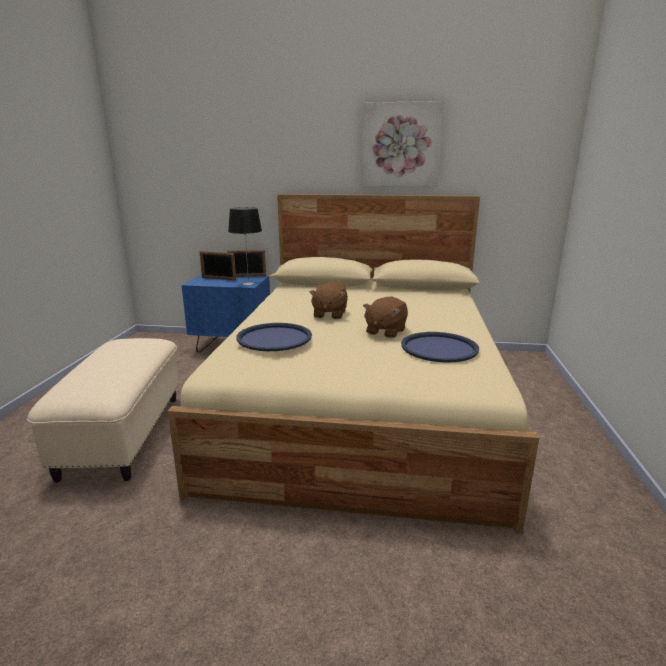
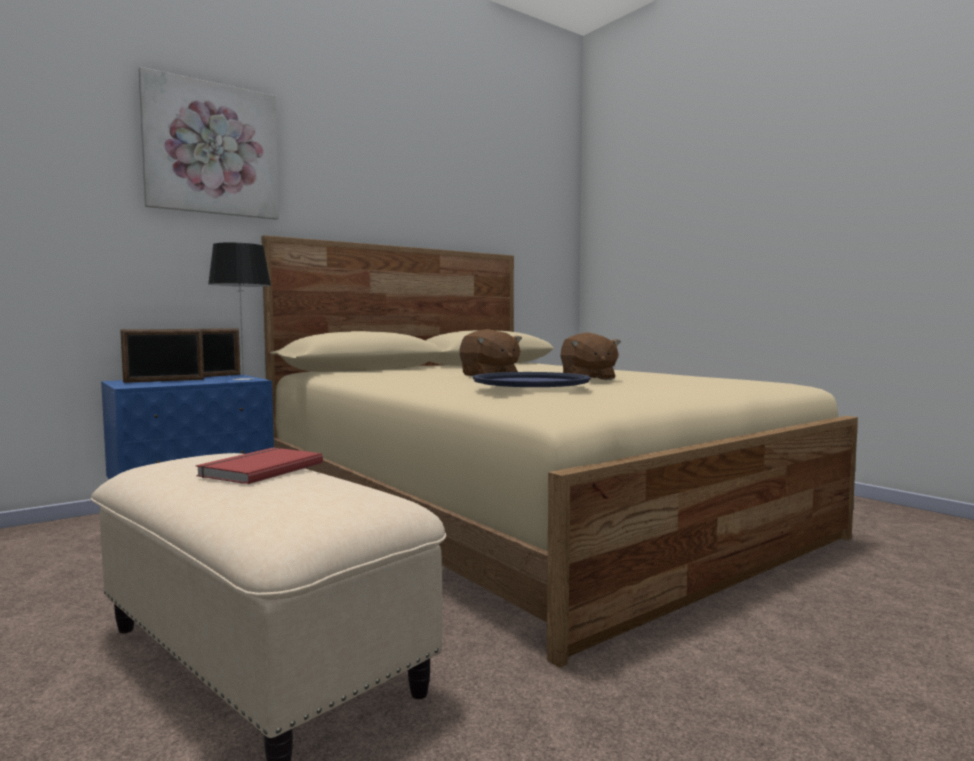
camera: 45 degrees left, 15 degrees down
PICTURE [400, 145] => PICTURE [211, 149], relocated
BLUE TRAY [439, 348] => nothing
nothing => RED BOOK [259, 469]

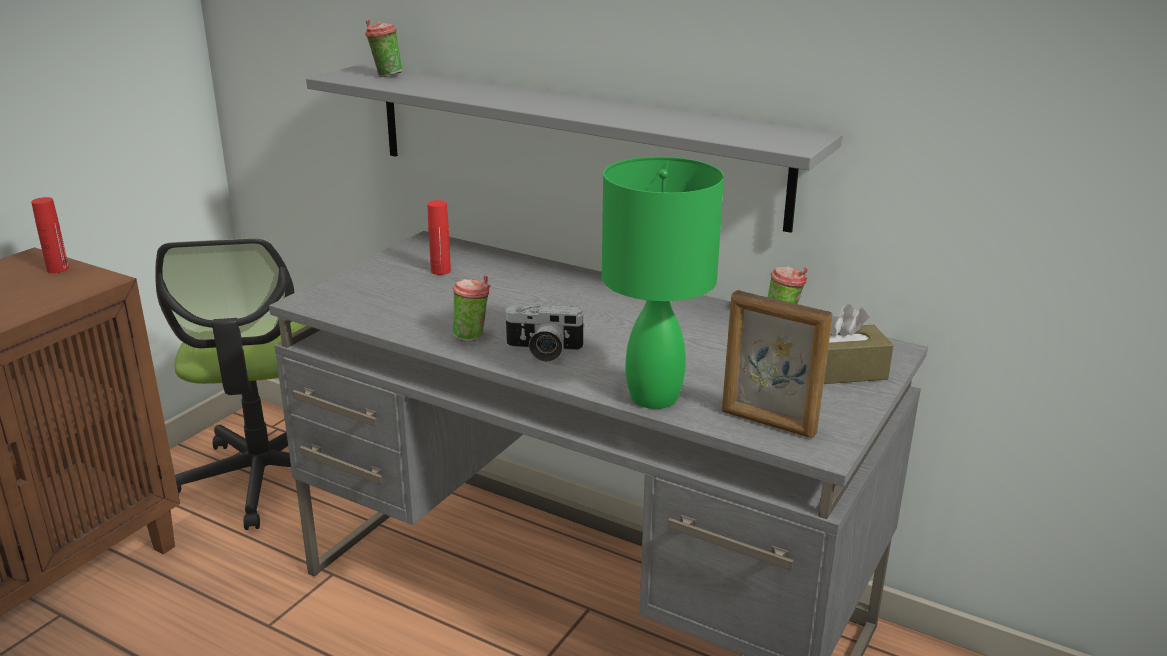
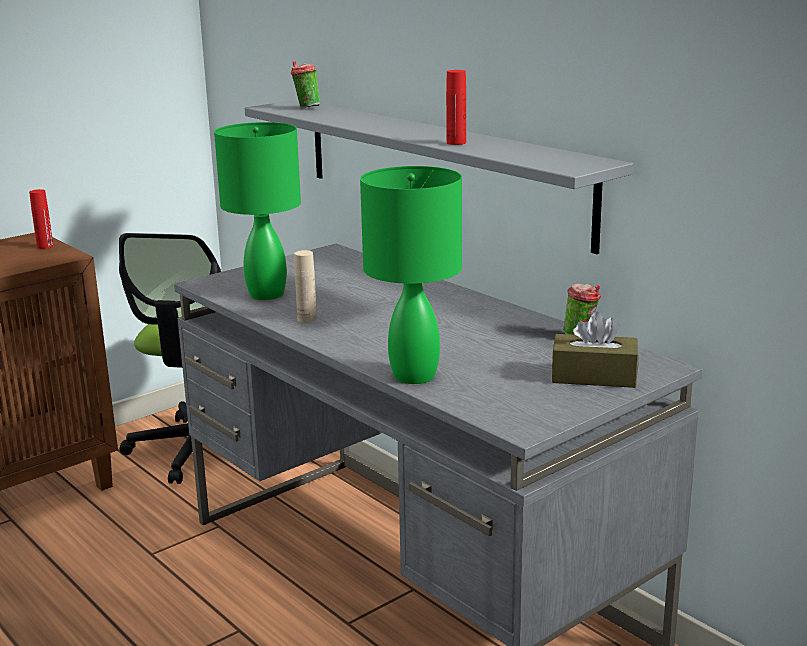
camera: 20 degrees right, 5 degrees down
RED BOTTLE [440, 271] => RED BOTTLE [456, 143], relocated
CUP [472, 336] => BEIGE BOTTLE [307, 319]
PICTURE FRAME [768, 423] => nothing
PHOTO CAMERA [543, 351] => nothing
nothing => GREEN TABLE LAMP [265, 294]

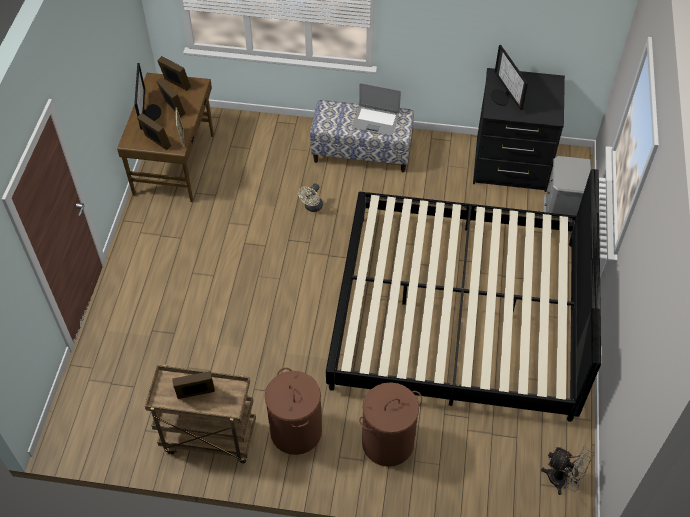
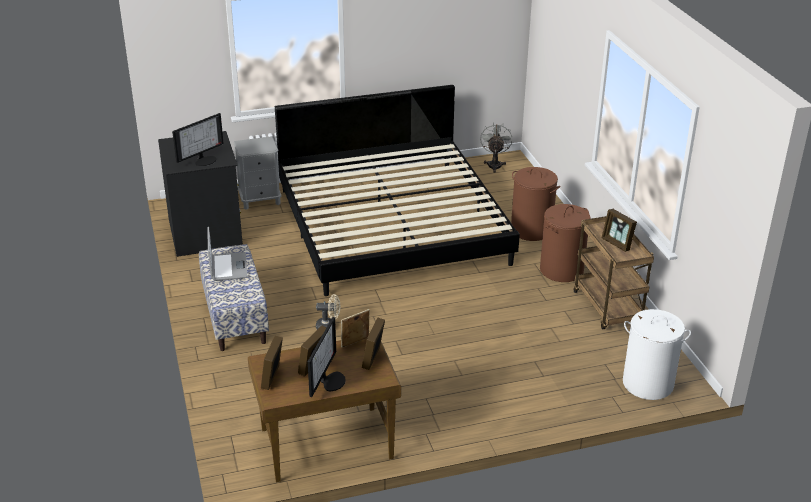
camera: 115 degrees left, 20 degrees down
MONITOR [150, 112] => MONITOR [331, 381], 135 degrees clockwise
nothing => WHITE LAUNDRY BASKET [647, 384]

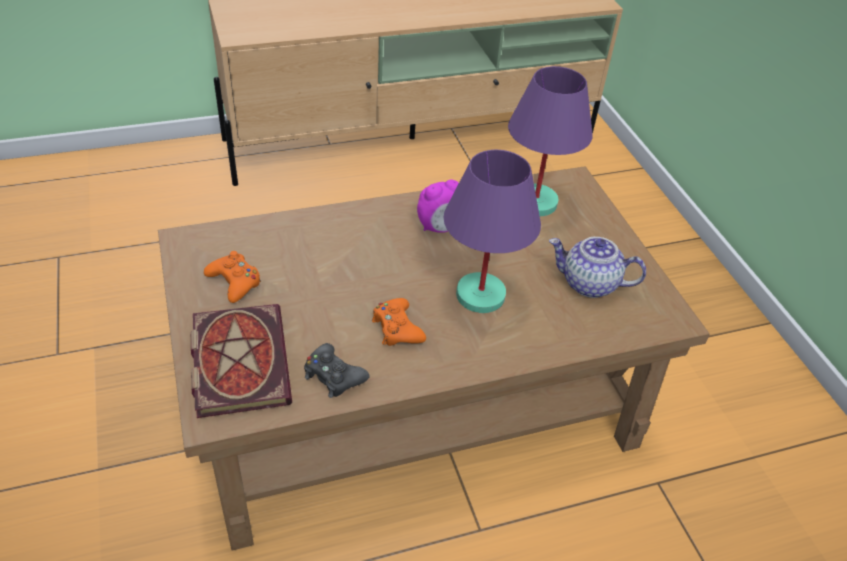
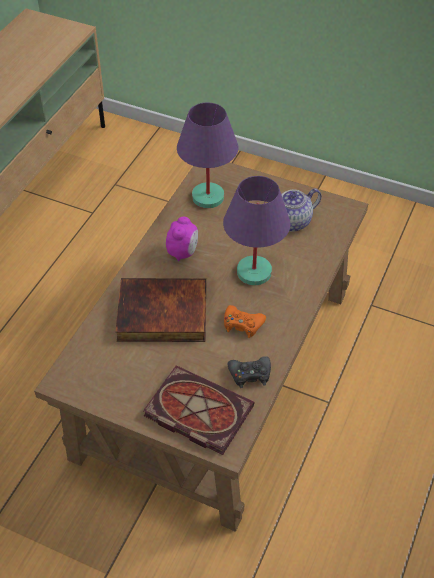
camera: 45 degrees left, 5 degrees up
ORANGE GAME CONTROLLER [235, 282] => nothing
nothing => BOOK [161, 315]

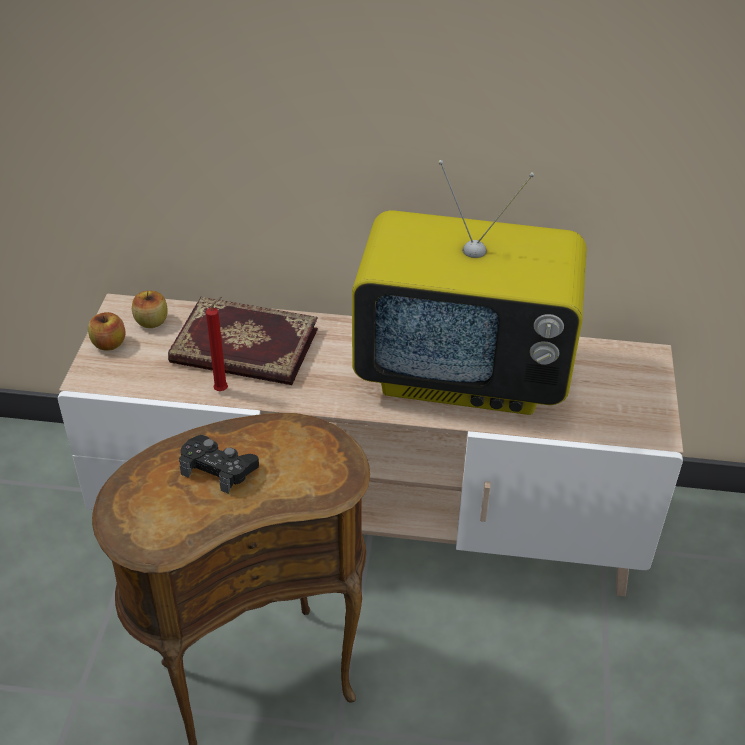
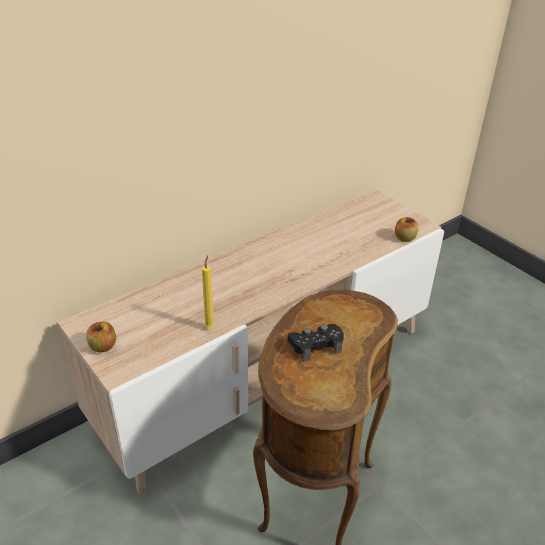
camera: 45 degrees left, 5 degrees down
TELEVISION [465, 373] => nothing
APPLE [151, 322] => APPLE [404, 238], relocated
BOOK [244, 348] => nothing
RED CANDLE [223, 389] => YELLOW CANDLE [210, 327]

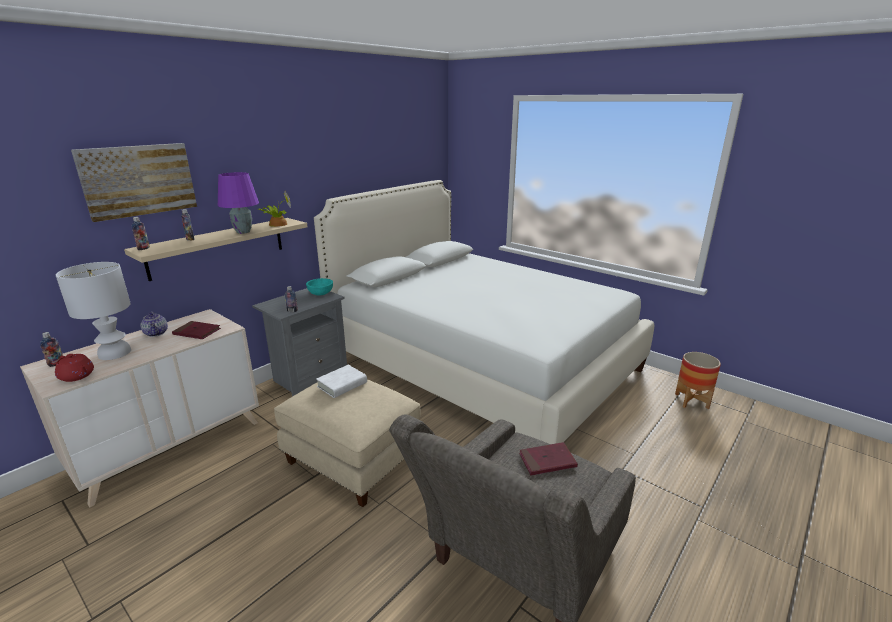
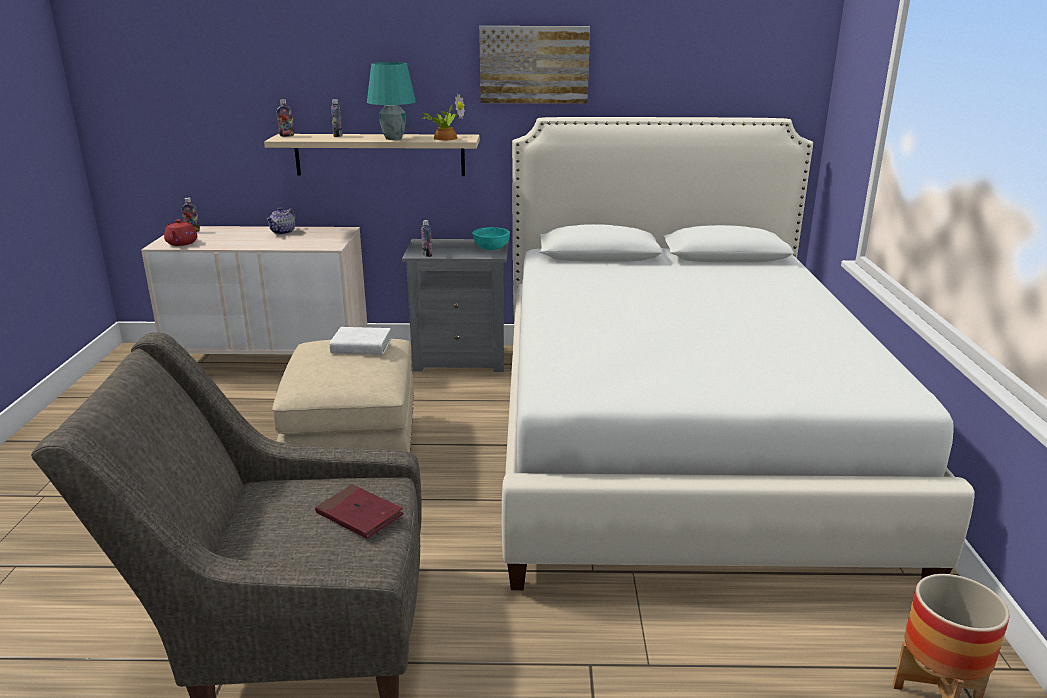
camera: 50 degrees right, 0 degrees up
PICTURE [138, 180] => PICTURE [534, 64], relocated
PURPLE TABLE LAMP [242, 232] => TURQUOISE TABLE LAMP [393, 138]
WHITE TABLE LAMP [114, 353] => nothing
RED BOOK [197, 332] => nothing

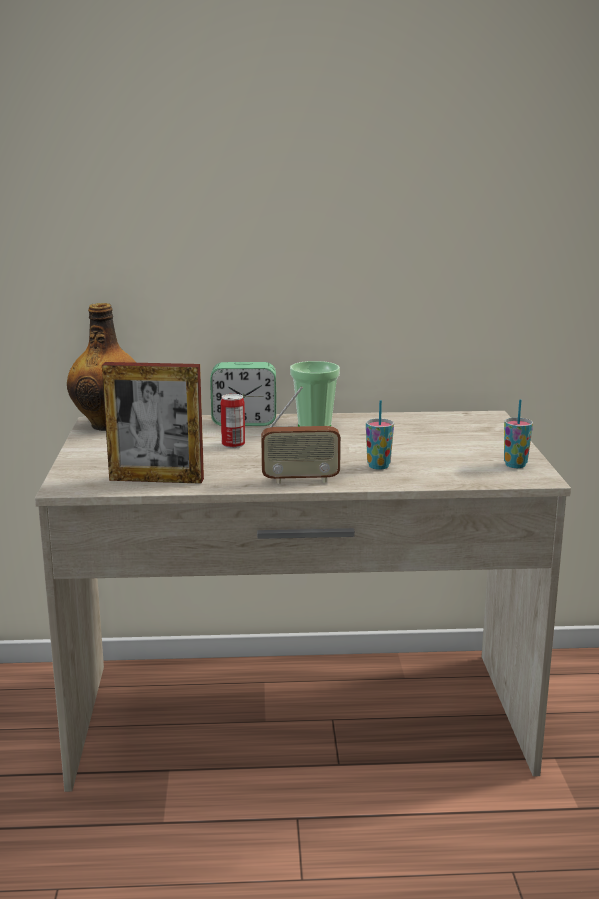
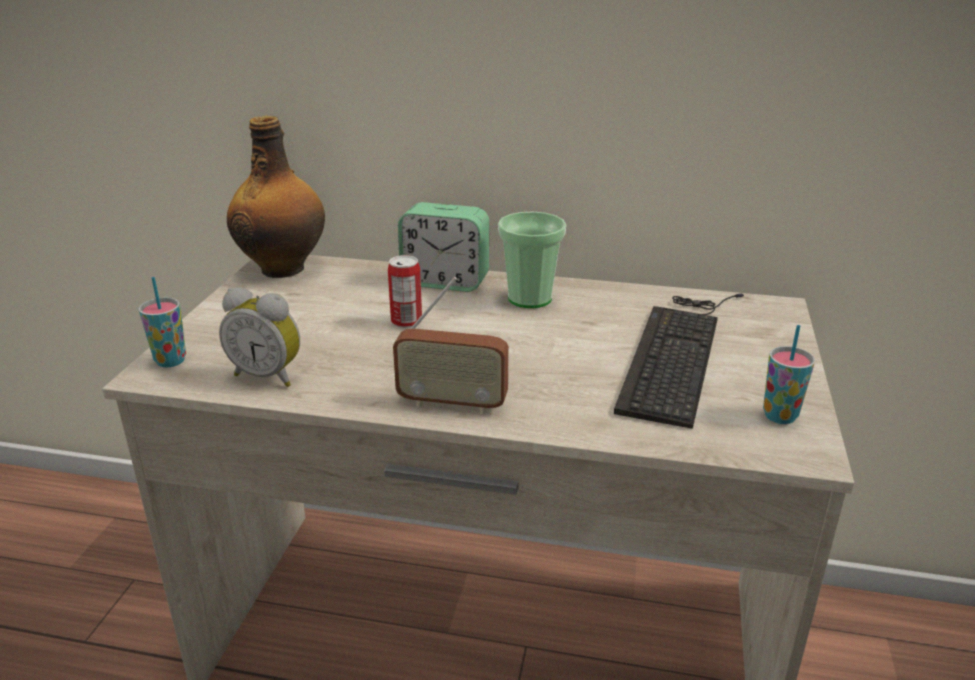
camera: 15 degrees right, 10 degrees up
PICTURE FRAME [156, 479] => ALARM CLOCK [268, 375]
CUP [378, 466] => CUP [170, 361], relocated
nothing => KEYBOARD [678, 351]

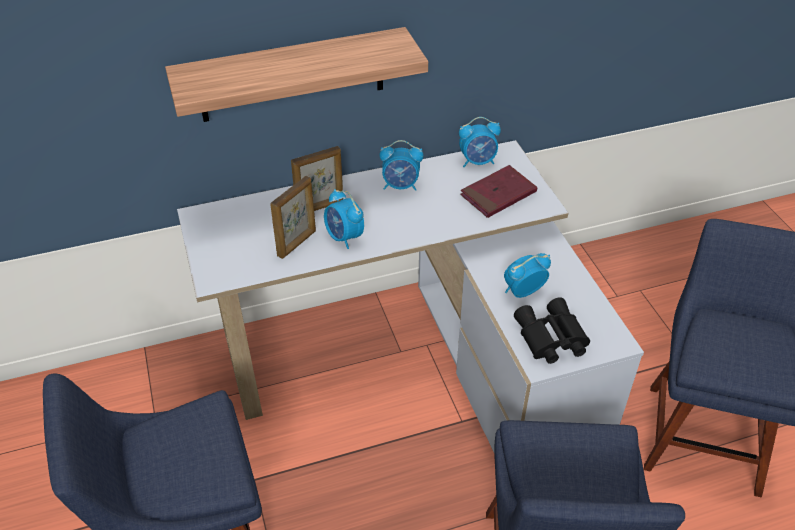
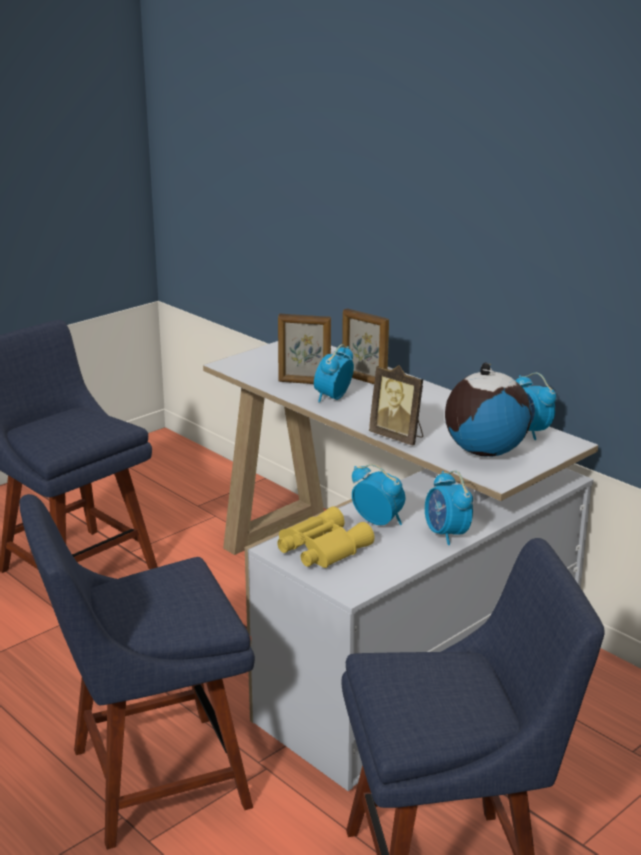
camera: 65 degrees right, 20 degrees down
SHELF [292, 75] => nothing
ALARM CLOCK [401, 186] => ALARM CLOCK [446, 534], relocated
RED BOOK [498, 194] => GLOBE [484, 451]
BLACK BINOCULARS [550, 338] => YELLOW BINOCULARS [320, 548]
nothing => PICTURE FRAME [398, 437]

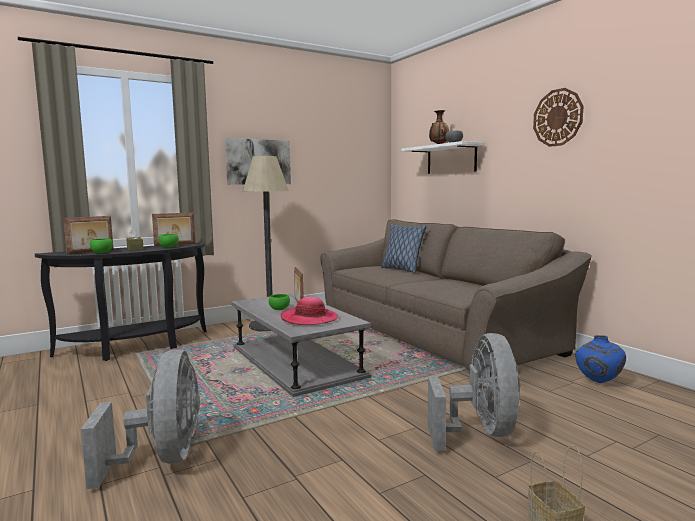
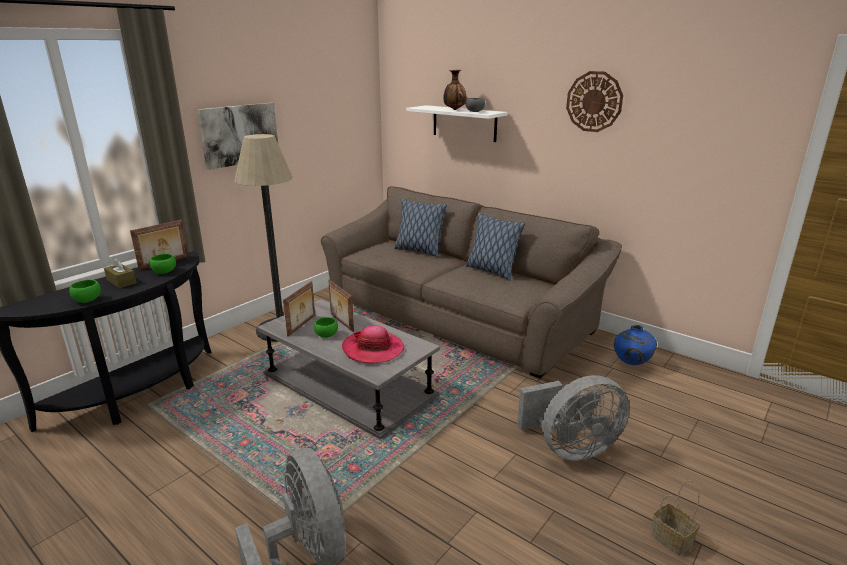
camera: 20 degrees left, 15 degrees up
PICTURE FRAME [91, 252] => PICTURE FRAME [302, 325], relocated
GREY FAN [480, 432] => GREY FAN [571, 448], 90 degrees clockwise
nothing => PILLOW [491, 271]

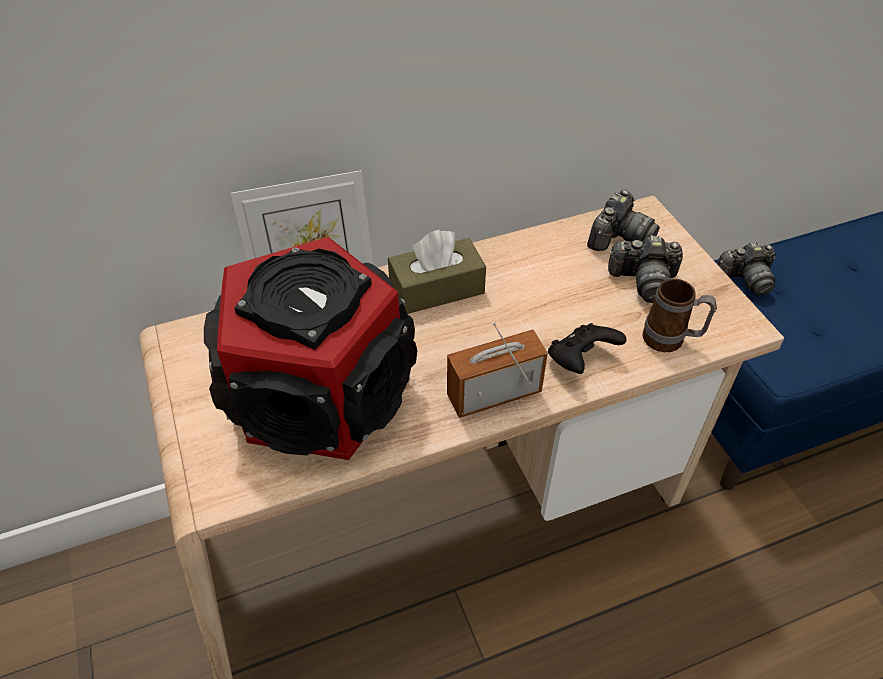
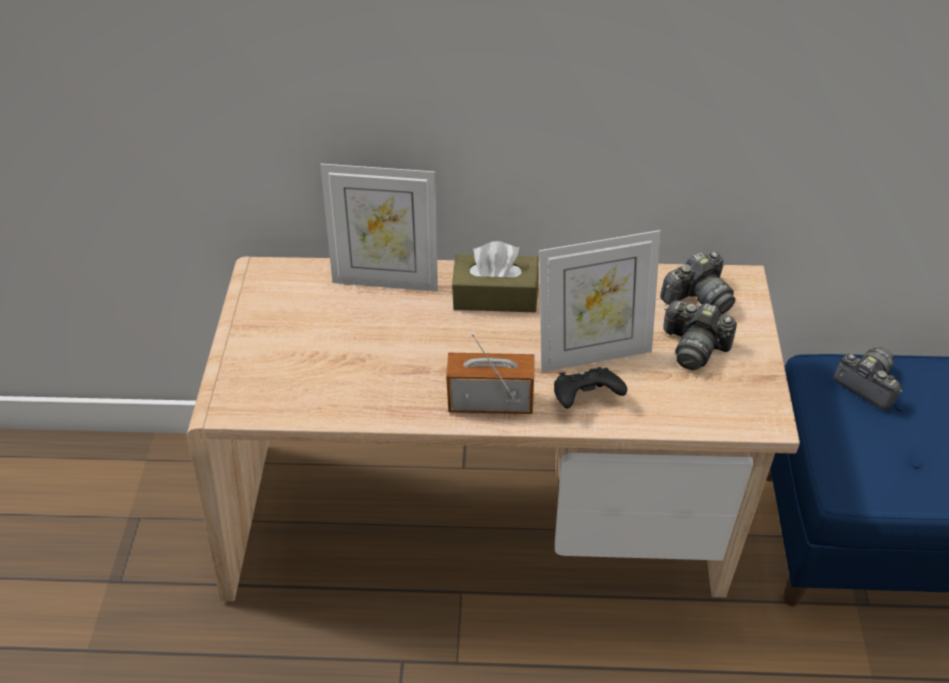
camera: 25 degrees right, 0 degrees up
SPEAKER [319, 395] => nothing
PHOTO CAMERA [745, 279] => PHOTO CAMERA [867, 384], 150 degrees counterclockwise
MUG [671, 341] => nothing
nothing => PICTURE FRAME [593, 353]

